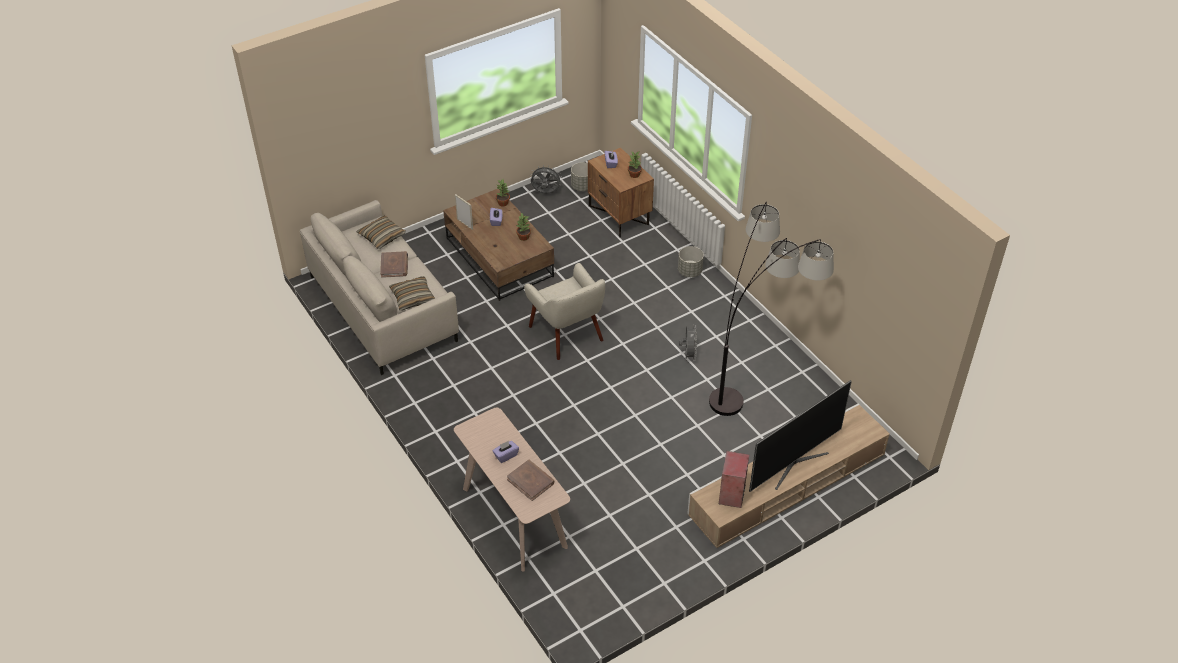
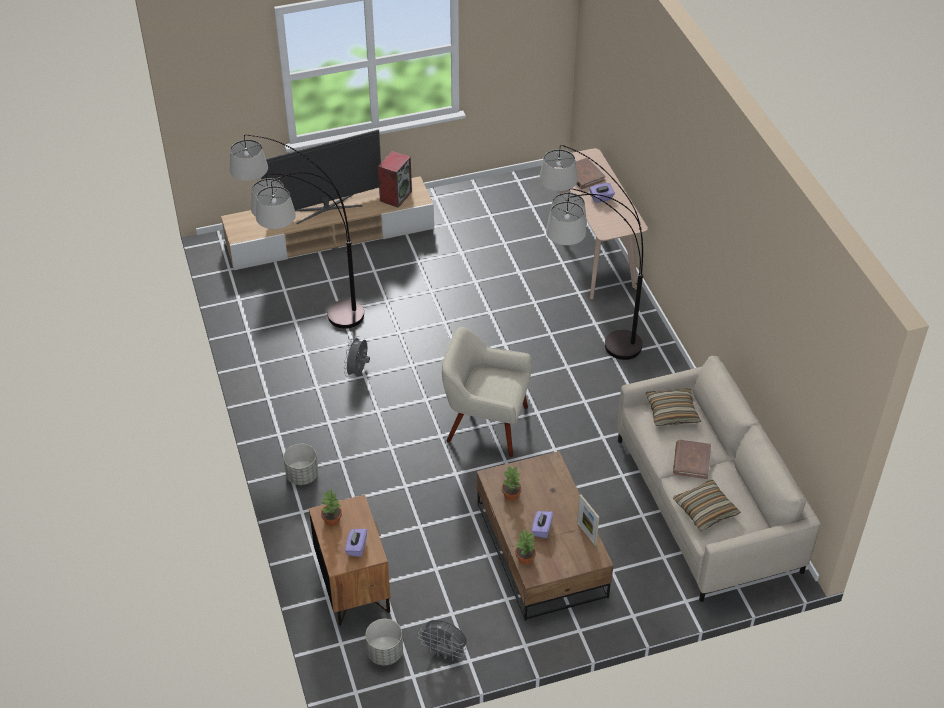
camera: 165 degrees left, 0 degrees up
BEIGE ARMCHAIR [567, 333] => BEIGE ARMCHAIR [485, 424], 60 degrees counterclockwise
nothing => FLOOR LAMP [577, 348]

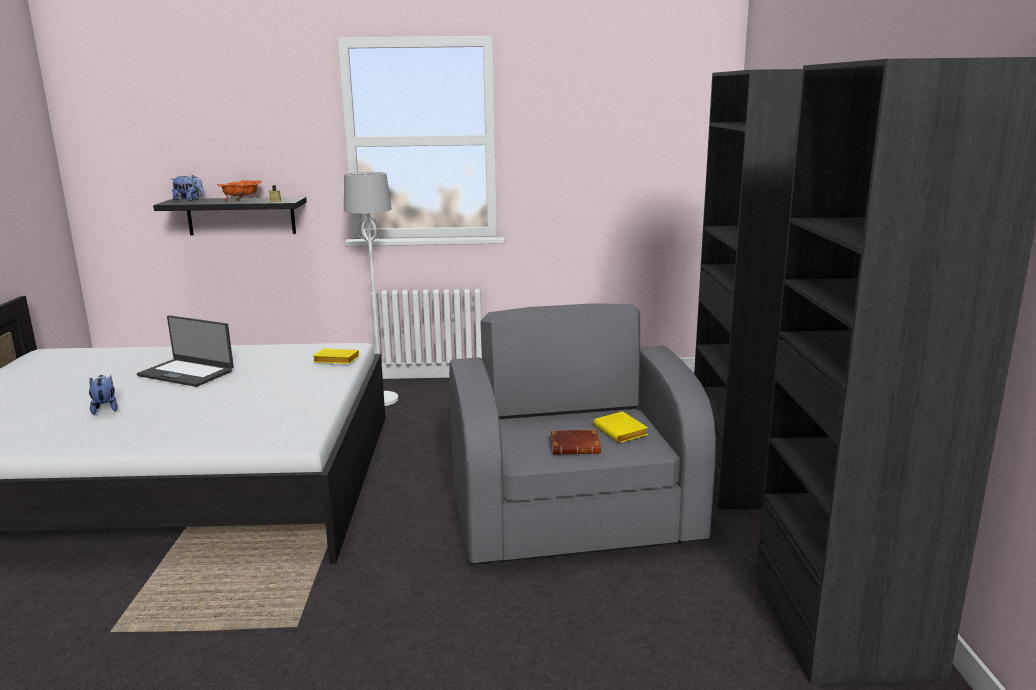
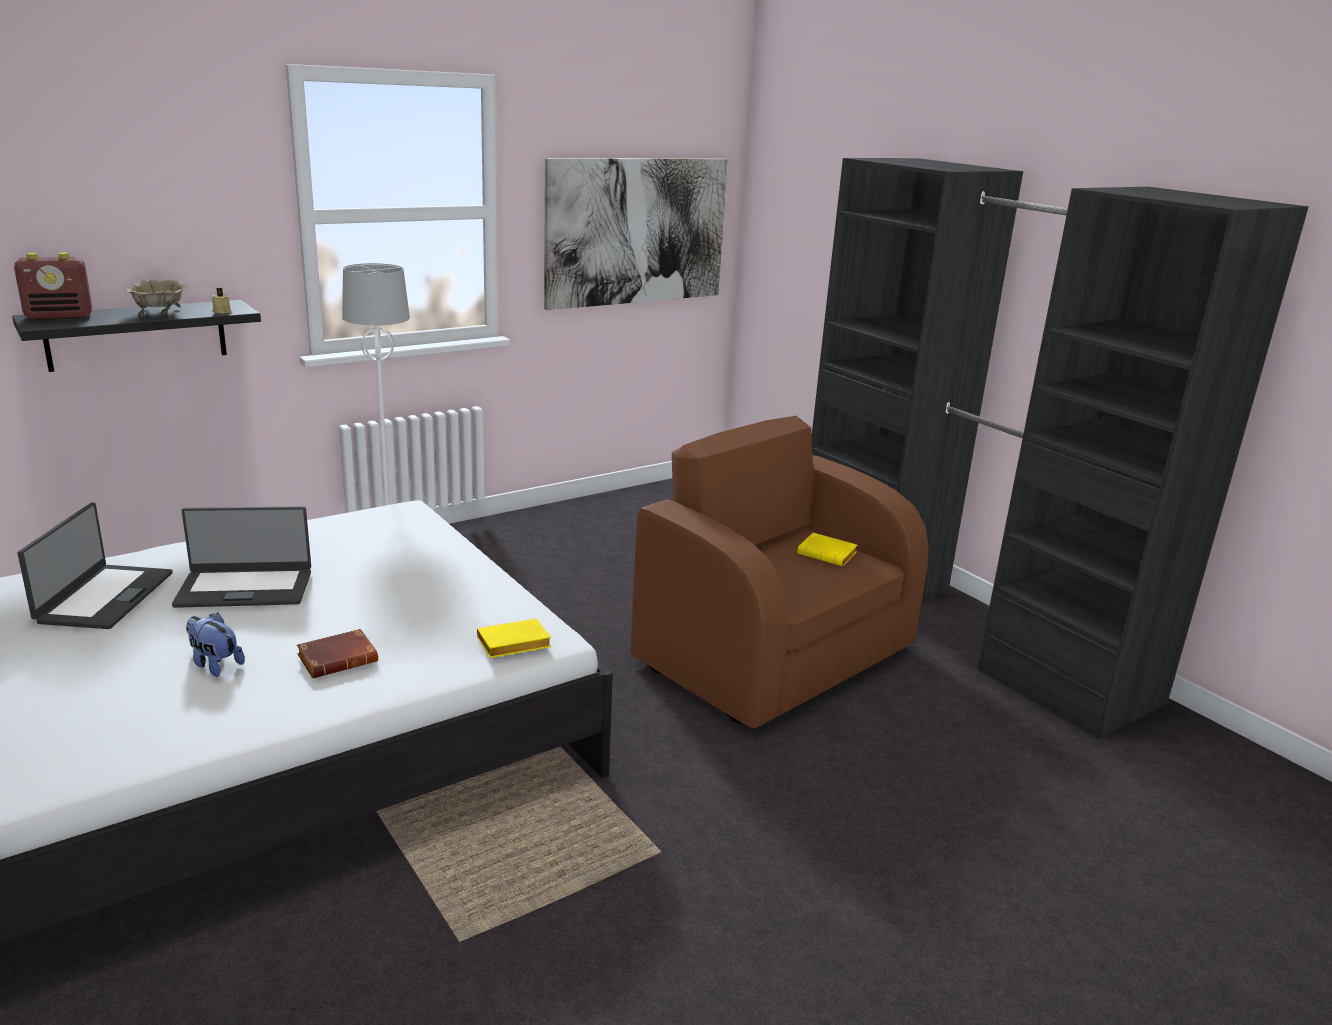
camera: 35 degrees left, 5 degrees up
PLUSH TOY [189, 200] => RADIO [60, 317]
ORANGE BOWL [241, 200] => BEIGE BOWL [160, 313]
GREY ARMCHAIR [575, 516] => BROWN ARMCHAIR [774, 654]
YELLOW BOOK [335, 360] => YELLOW BOOK [512, 645], relocated
BROWN BOOK [576, 446] => BROWN BOOK [339, 659], relocated
nothing => PICTURE [636, 231]
nothing => LAPTOP [104, 597]

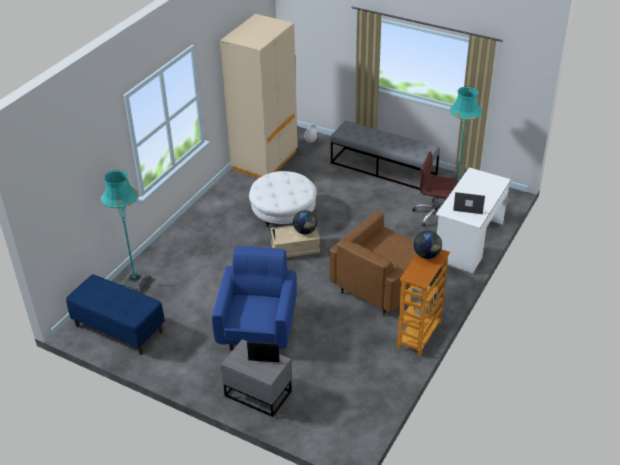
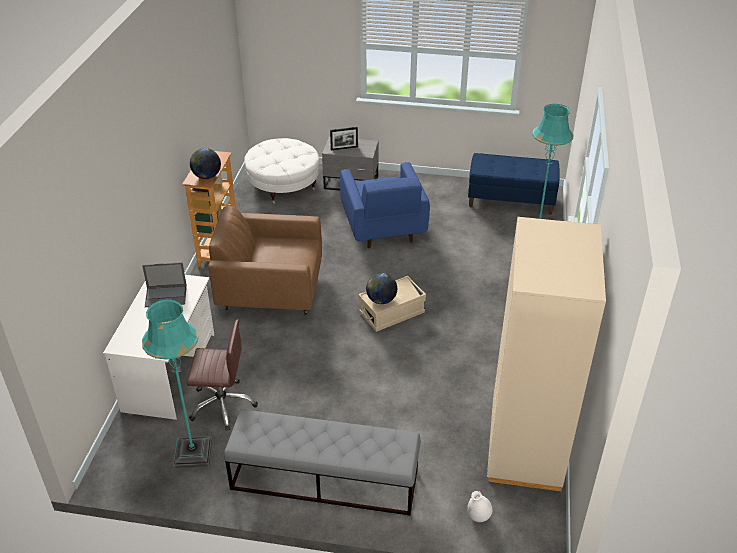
camera: 160 degrees right, 0 degrees up
WHITE OTTOMAN [283, 214] => WHITE OTTOMAN [283, 185], relocated
BROWN ARMCHAIR [382, 286] => BROWN ARMCHAIR [270, 291], 105 degrees counterclockwise

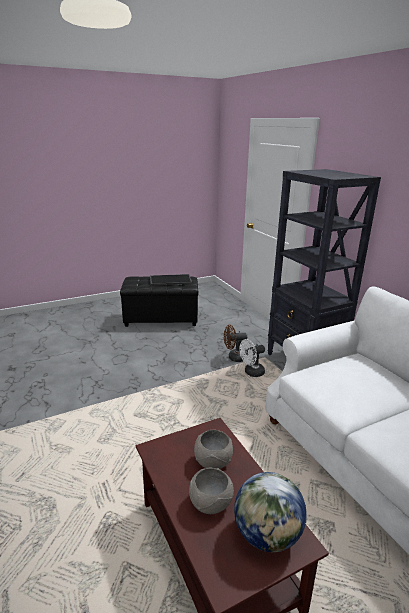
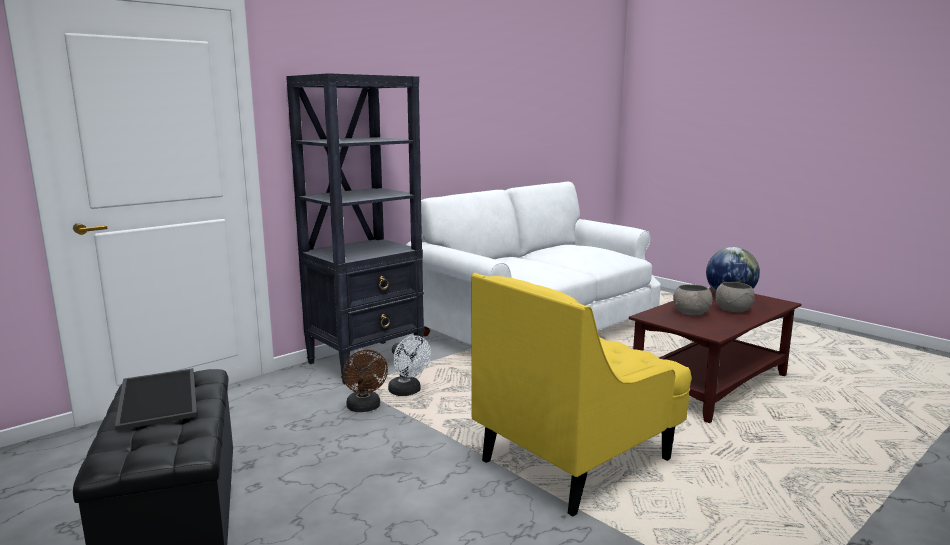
camera: 105 degrees left, 10 degrees down
nothing => YELLOW ARMCHAIR [578, 459]

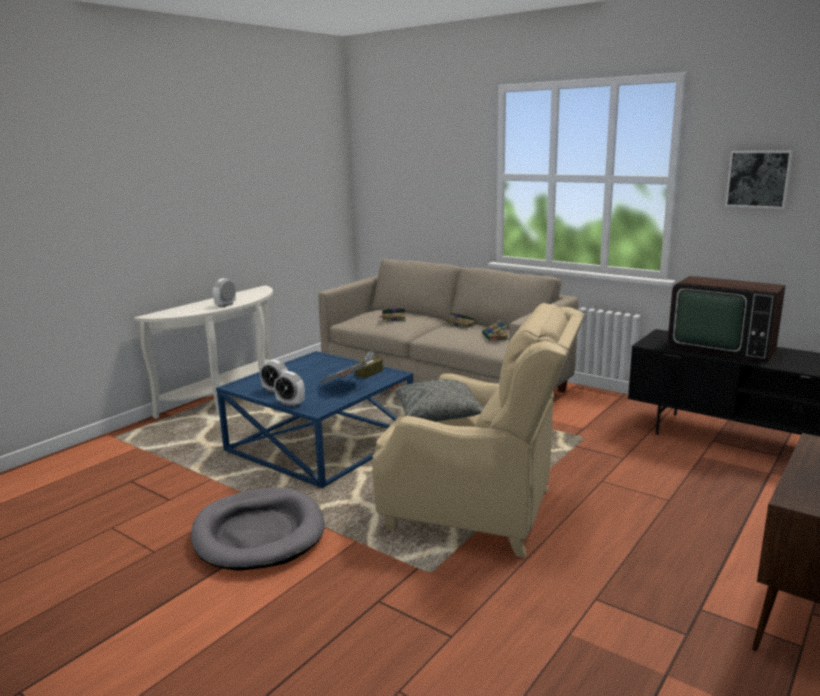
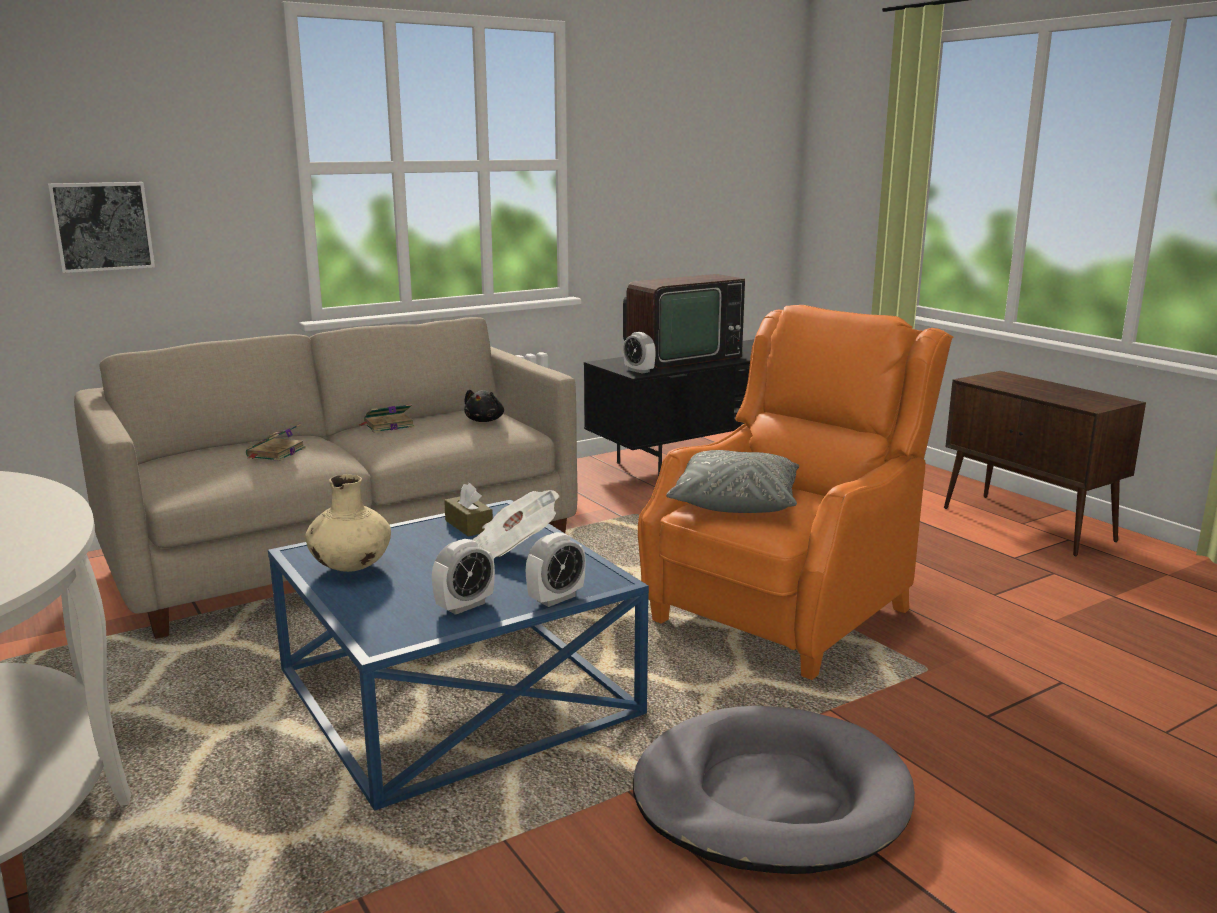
camera: 70 degrees left, 0 degrees up
PICTURE [758, 179] => PICTURE [102, 226], relocated
ALARM CLOCK [225, 305] => ALARM CLOCK [639, 371], relocated
BEIGE ARMCHAIR [477, 510] => ORANGE ARMCHAIR [785, 612]
BOOK [495, 337] => BLACK PLUSH TOY [485, 420]
nothing => BEIGE VASE [351, 567]

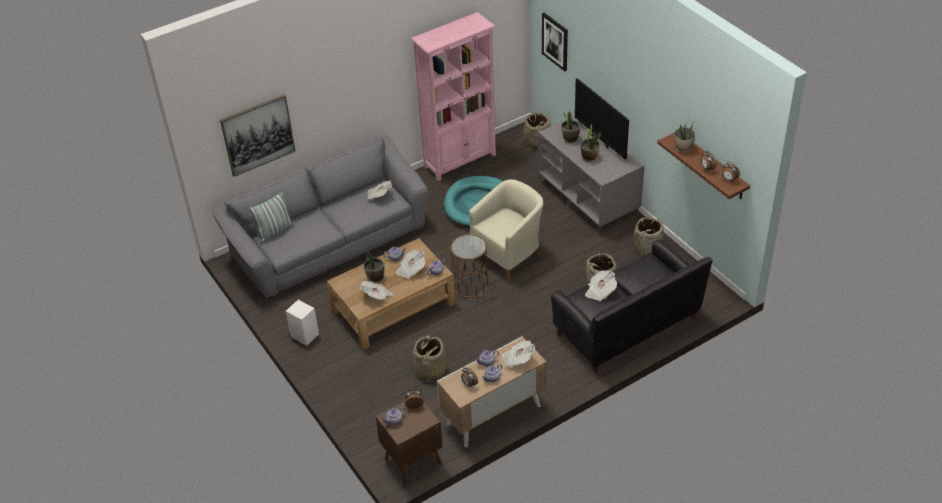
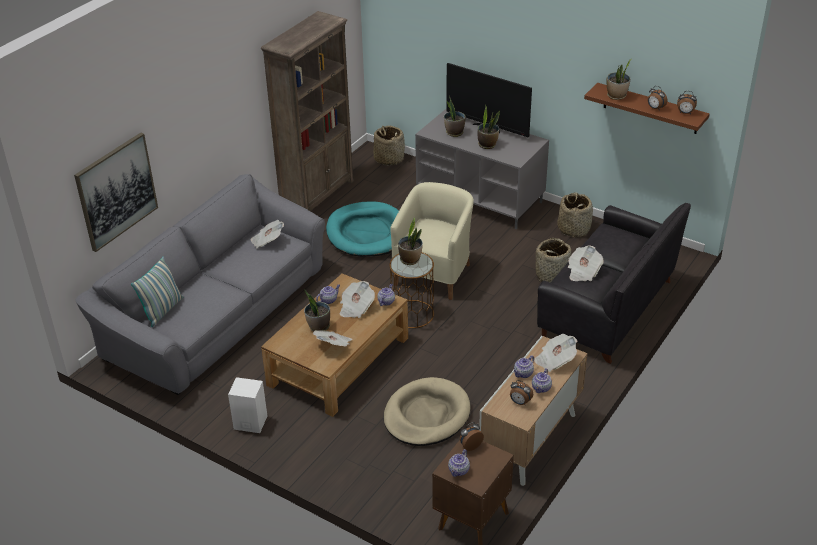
camera: 25 degrees left, 5 degrees down
PINK BOOKCASE [460, 160] => BROWN BOOKCASE [318, 195]
PICTURE [555, 41] => nothing
BASKET [430, 370] => BEIGE DOG BED [426, 415]
nothing => POTTED PLANT [410, 260]

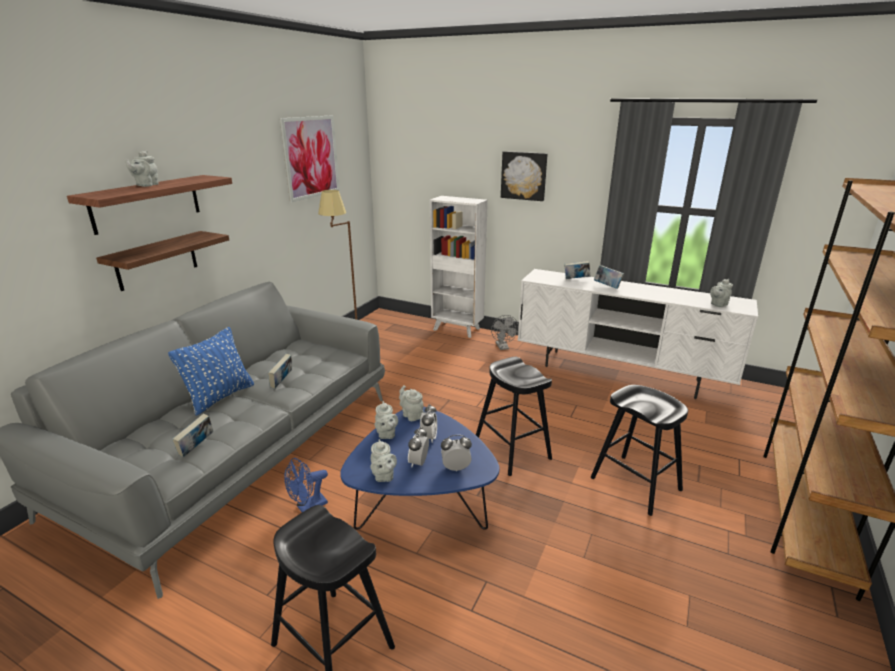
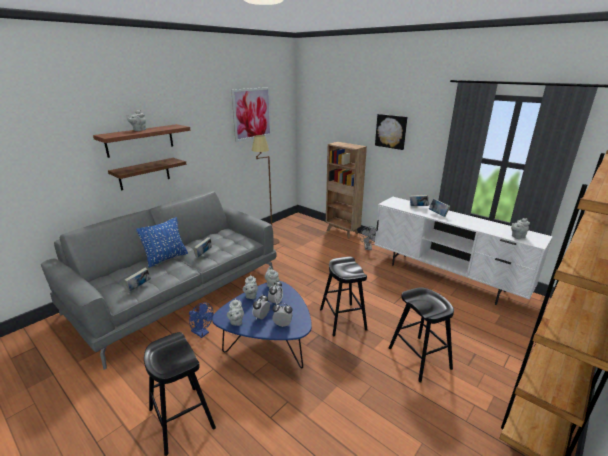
camera: 15 degrees right, 0 degrees up
WHITE BOOKCASE [457, 329] => BROWN BOOKCASE [342, 232]
BLUE FAN [308, 507] => BLUE FAN [202, 333], 120 degrees counterclockwise

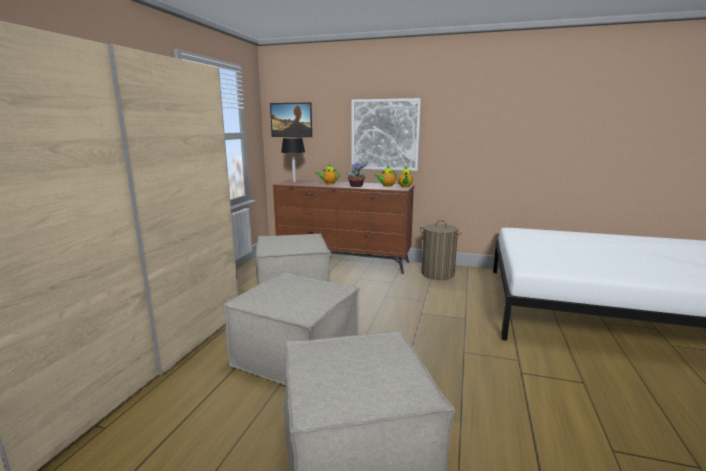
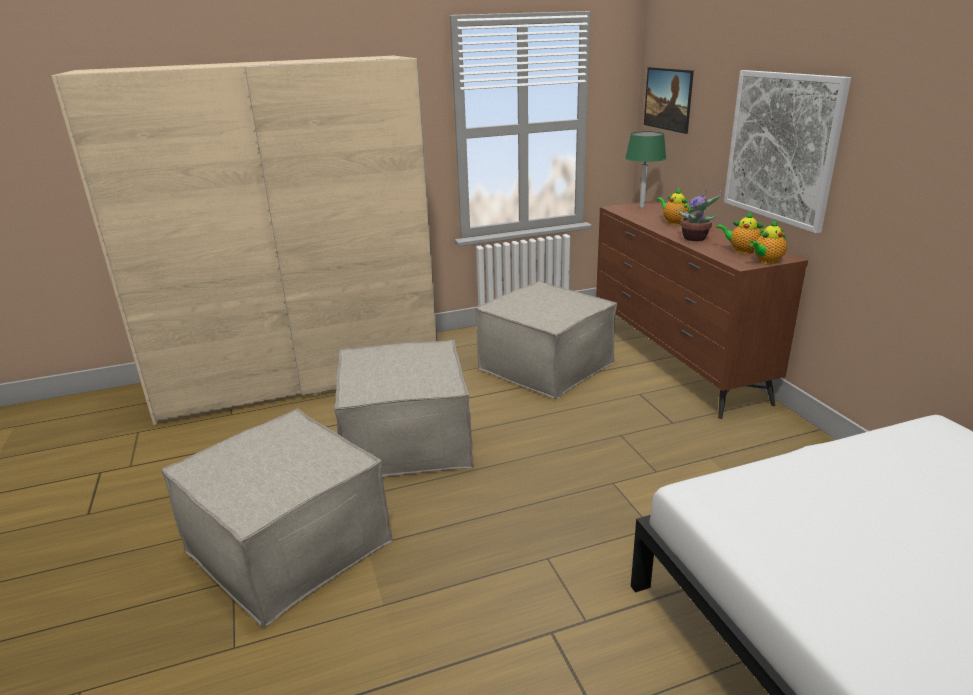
camera: 55 degrees right, 10 degrees up
BLACK TABLE LAMP [294, 181] => GREEN TABLE LAMP [641, 207]
LAUNDRY BASKET [437, 274] => nothing

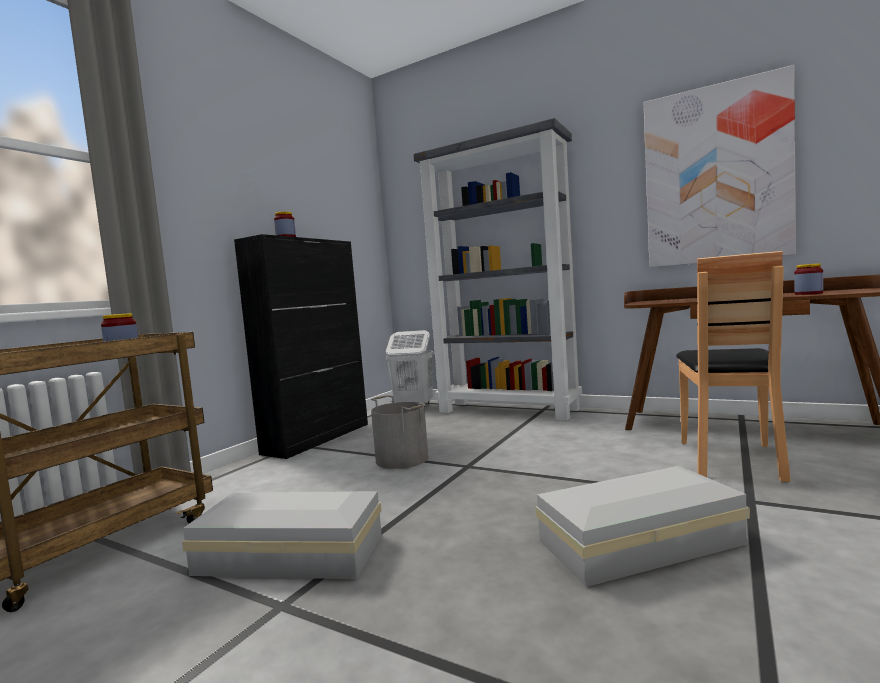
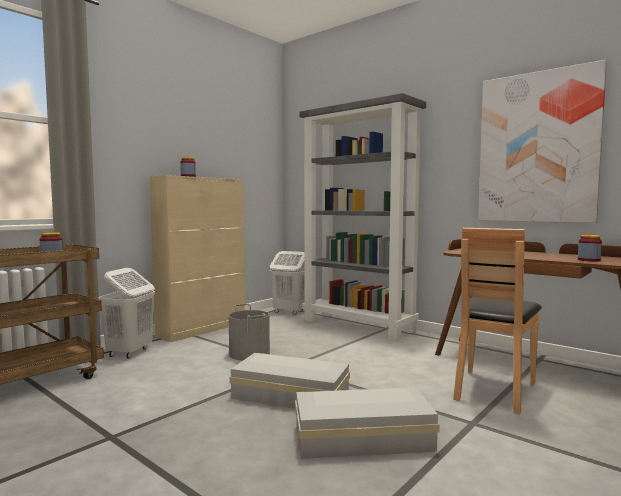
camera: 10 degrees right, 0 degrees up
BLACK CABINET [318, 438] => BEIGE CABINET [202, 329]
WHITE STORAGE BOX [289, 552] => WHITE STORAGE BOX [289, 395], relocated
nothing => WHITE LAUNDRY BASKET [129, 352]

